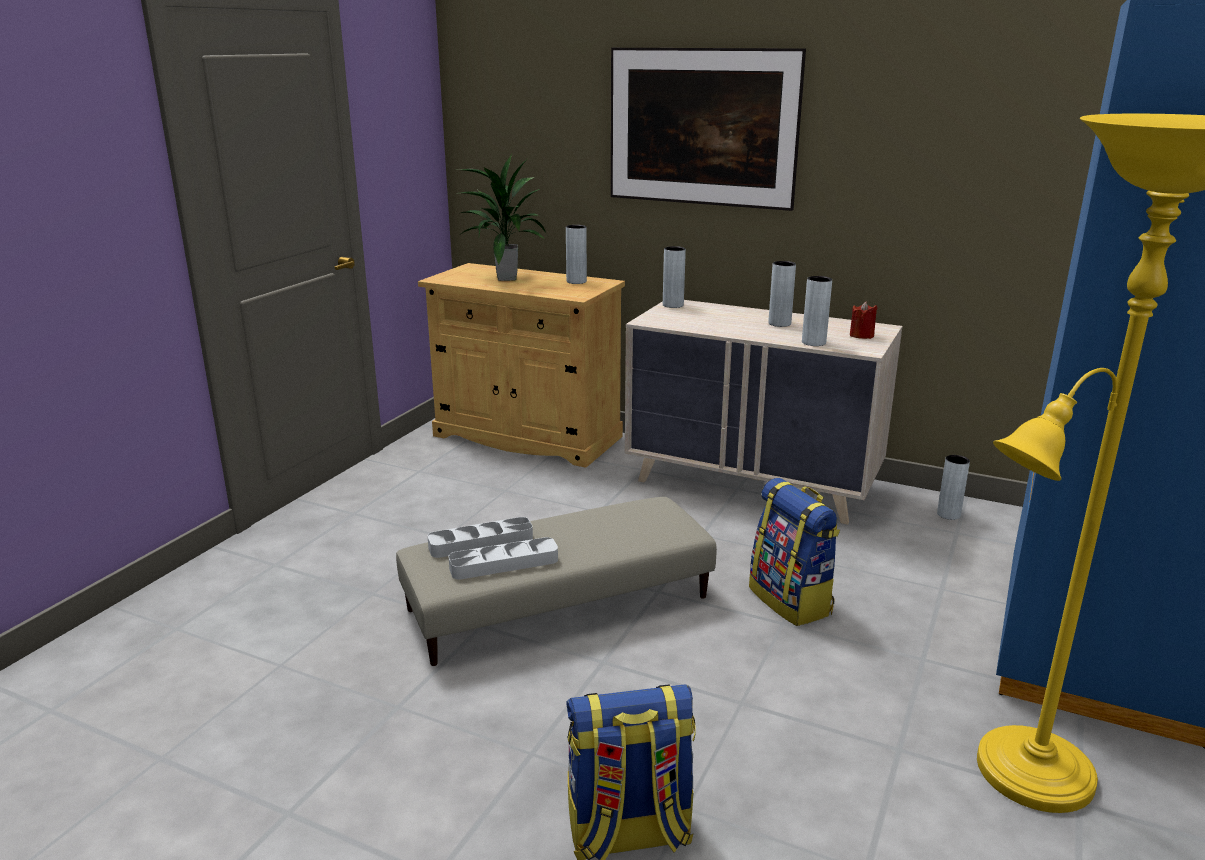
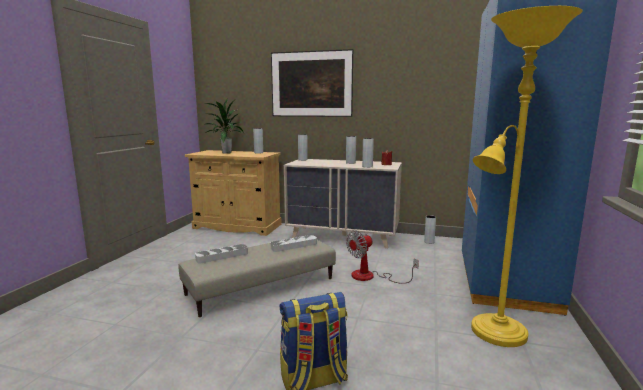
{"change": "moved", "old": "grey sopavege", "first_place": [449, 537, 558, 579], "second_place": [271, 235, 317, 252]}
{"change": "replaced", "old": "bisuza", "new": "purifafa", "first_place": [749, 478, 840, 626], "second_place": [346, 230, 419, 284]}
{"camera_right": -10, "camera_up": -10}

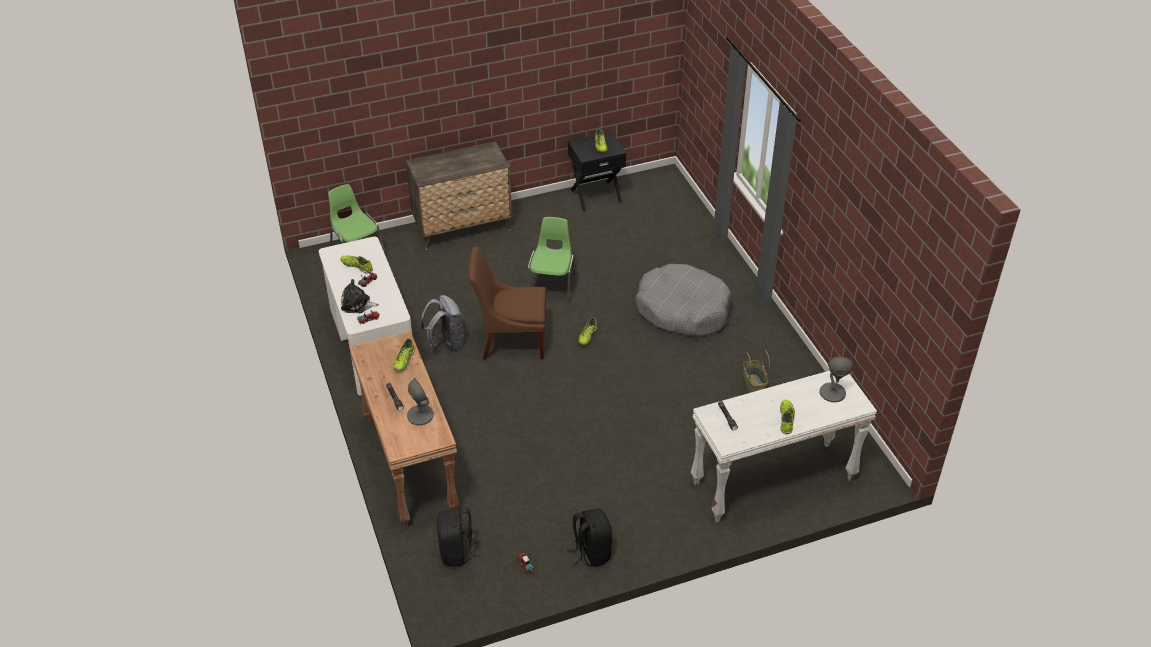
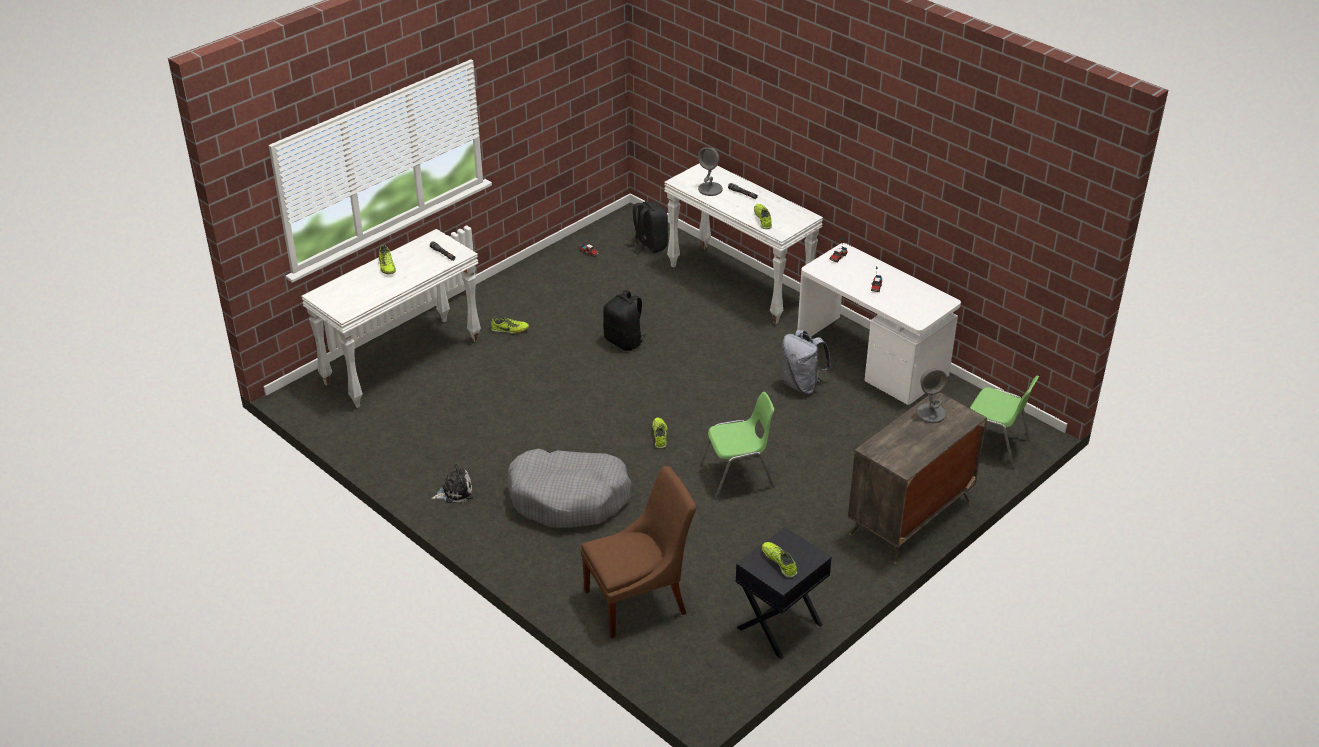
{"change": "removed", "old": "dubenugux", "first_place": [742, 350, 770, 394]}
{"change": "moved", "old": "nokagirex", "first_place": [341, 255, 373, 274], "second_place": [491, 317, 529, 334]}
{"change": "moved", "old": "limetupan", "first_place": [341, 279, 379, 313], "second_place": [431, 464, 473, 503]}
{"change": "moved", "old": "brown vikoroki", "first_place": [469, 247, 546, 359], "second_place": [581, 466, 696, 638]}
{"change": "moved", "old": "black bisuza", "first_place": [567, 509, 612, 567], "second_place": [603, 290, 646, 351]}
{"change": "moved", "old": "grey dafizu", "first_place": [820, 357, 854, 402], "second_place": [916, 369, 947, 423]}
{"change": "recoloured", "old": "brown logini", "new": "white logini", "first_place": [349, 331, 459, 528], "second_place": [664, 163, 823, 324]}
{"change": "turned", "old": "green vikoroki", "first_place": [527, 217, 575, 307], "second_place": [700, 392, 774, 499], "degrees": -90}
{"camera_right": 155, "camera_up": -5}

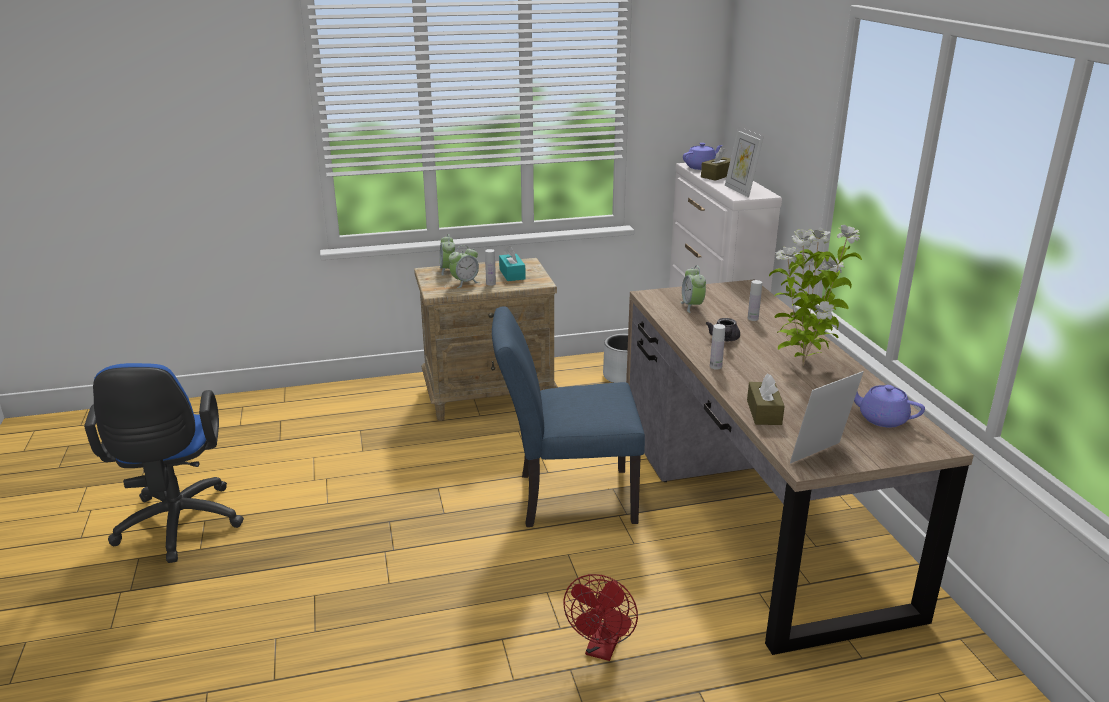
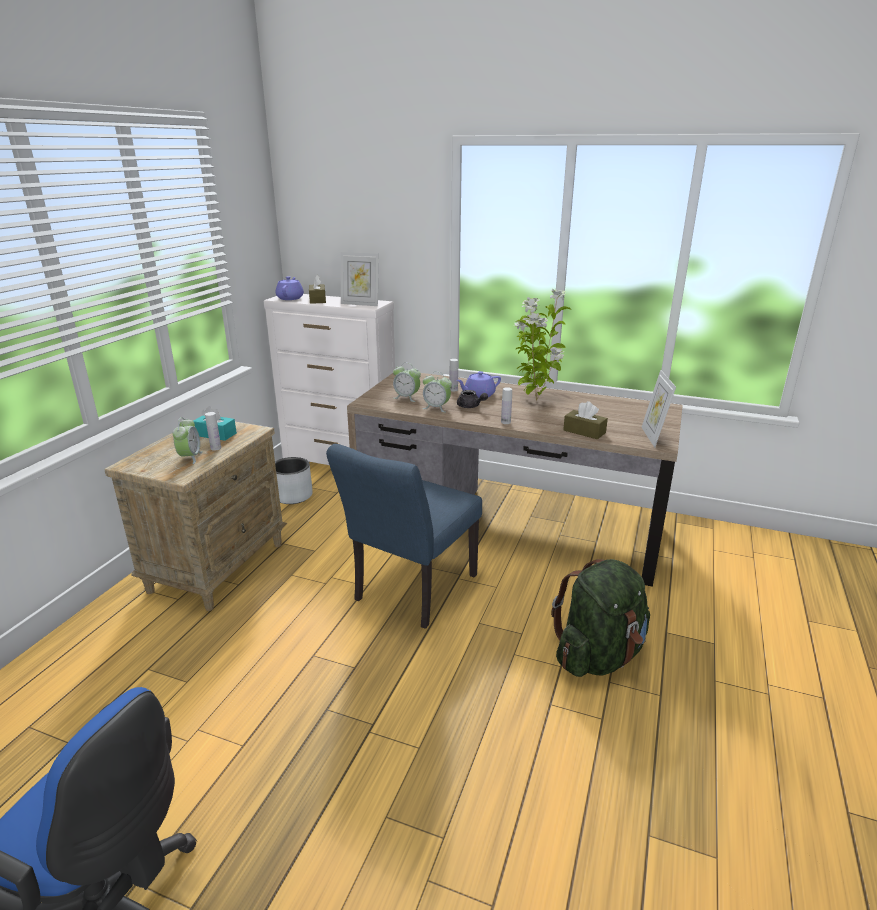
{"change": "moved", "old": "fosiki", "first_place": [440, 234, 455, 276], "second_place": [423, 372, 452, 412]}
{"change": "moved", "old": "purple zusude", "first_place": [854, 385, 925, 427], "second_place": [456, 371, 501, 398]}
{"change": "replaced", "old": "red purifafa", "new": "green bisuza", "first_place": [563, 574, 638, 661], "second_place": [551, 559, 650, 677]}
{"camera_right": -55, "camera_up": 0}

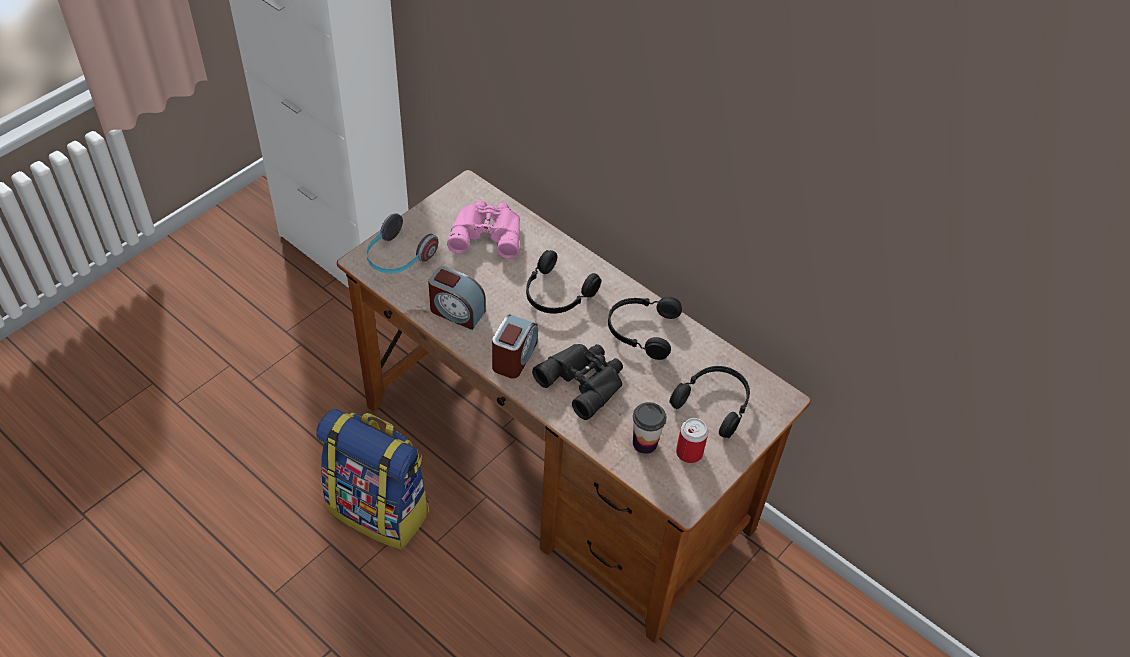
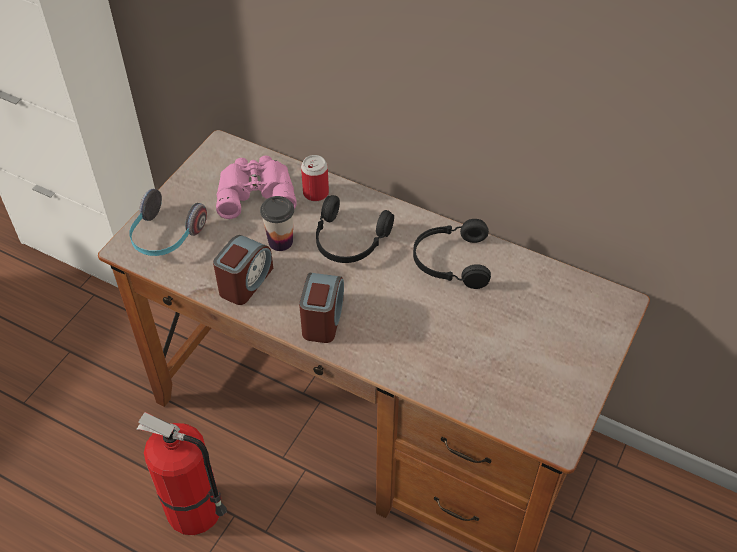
{"change": "removed", "old": "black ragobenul", "first_place": [532, 344, 623, 420]}
{"change": "removed", "old": "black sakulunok", "first_place": [669, 366, 750, 438]}
{"change": "moved", "old": "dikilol", "first_place": [633, 402, 666, 454], "second_place": [260, 196, 294, 251]}
{"change": "moved", "old": "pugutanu", "first_place": [676, 418, 708, 463], "second_place": [301, 155, 329, 202]}
{"change": "replaced", "old": "bisuza", "new": "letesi", "first_place": [316, 409, 429, 549], "second_place": [136, 412, 227, 535]}
{"change": "turned", "old": "fosiki", "first_place": [428, 266, 486, 330], "second_place": [213, 235, 273, 305], "degrees": -75}
{"camera_right": -10, "camera_up": 0}

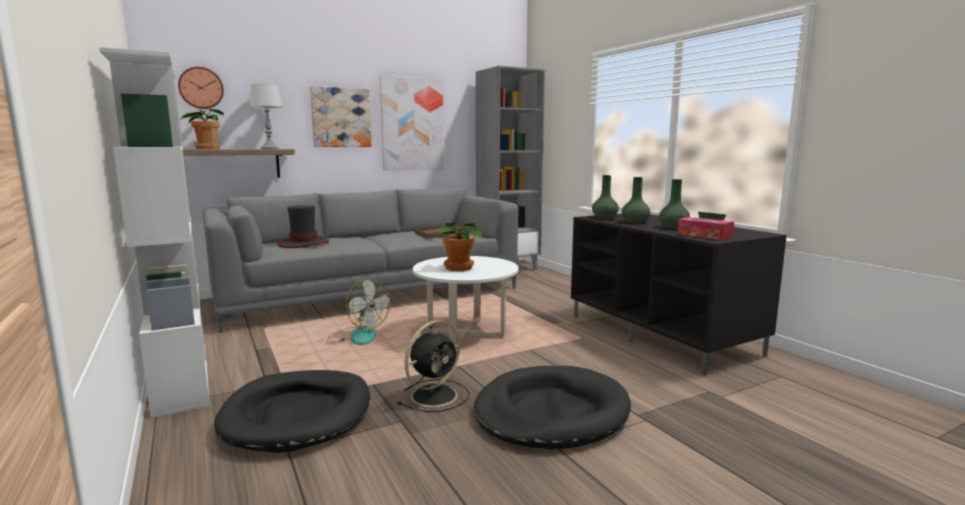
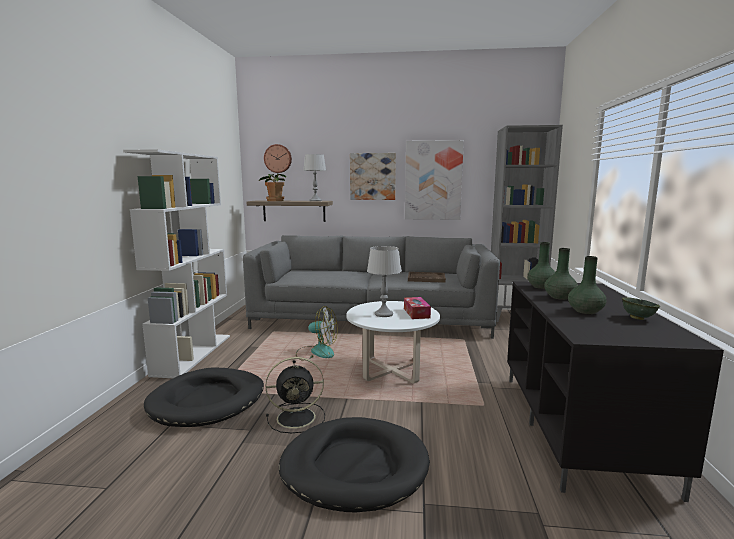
{"change": "removed", "old": "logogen", "first_place": [278, 205, 329, 248]}
{"change": "moved", "old": "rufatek", "first_place": [677, 217, 734, 240], "second_place": [404, 297, 431, 319]}
{"change": "replaced", "old": "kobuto", "new": "grey dafizu", "first_place": [438, 222, 482, 271], "second_place": [367, 246, 402, 317]}
{"change": "turned", "old": "purifafa", "first_place": [327, 278, 390, 345], "second_place": [296, 306, 337, 360], "degrees": -60}
{"camera_right": 35, "camera_up": 0}

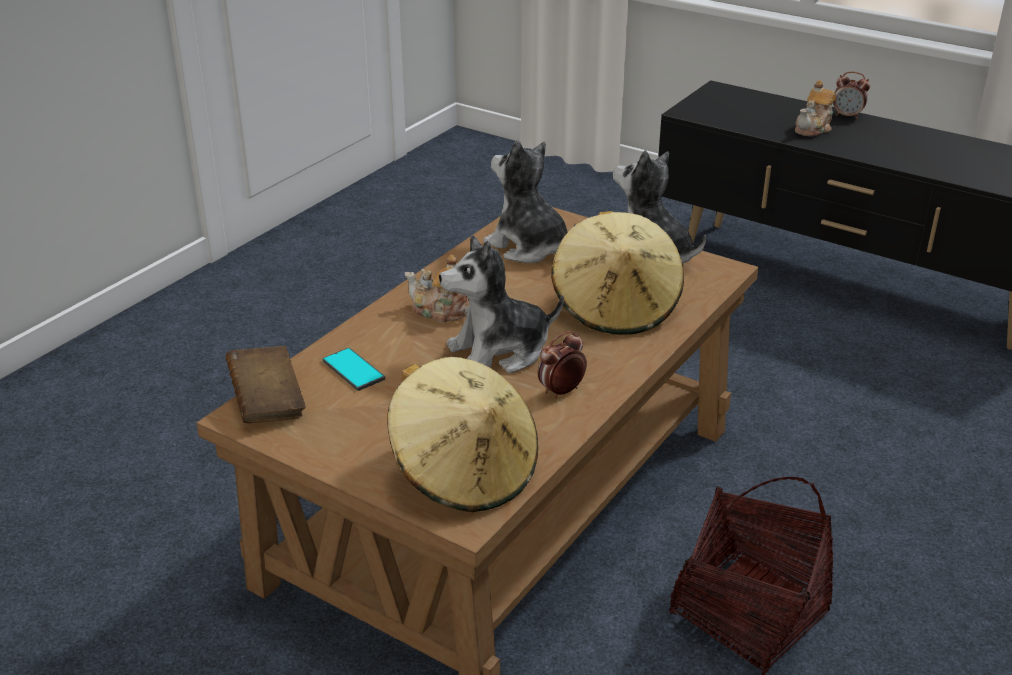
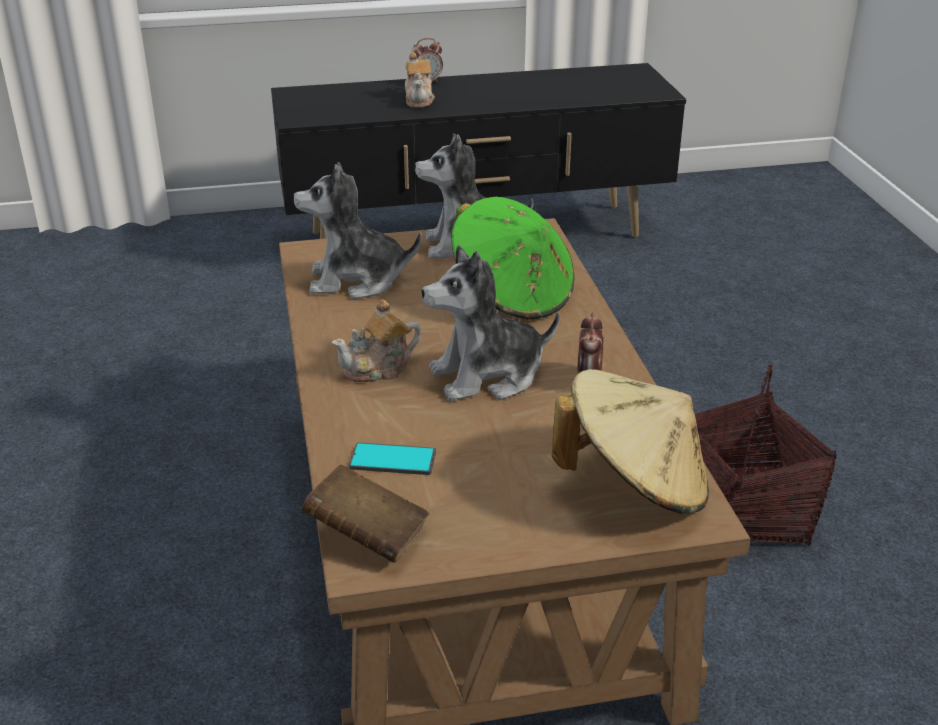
{"change": "recoloured", "old": "beige logogen", "new": "green logogen", "first_place": [551, 211, 684, 335], "second_place": [451, 197, 574, 320]}
{"change": "turned", "old": "limetupan", "first_place": [439, 235, 564, 373], "second_place": [421, 245, 560, 401], "degrees": 45}
{"camera_right": -45, "camera_up": 0}

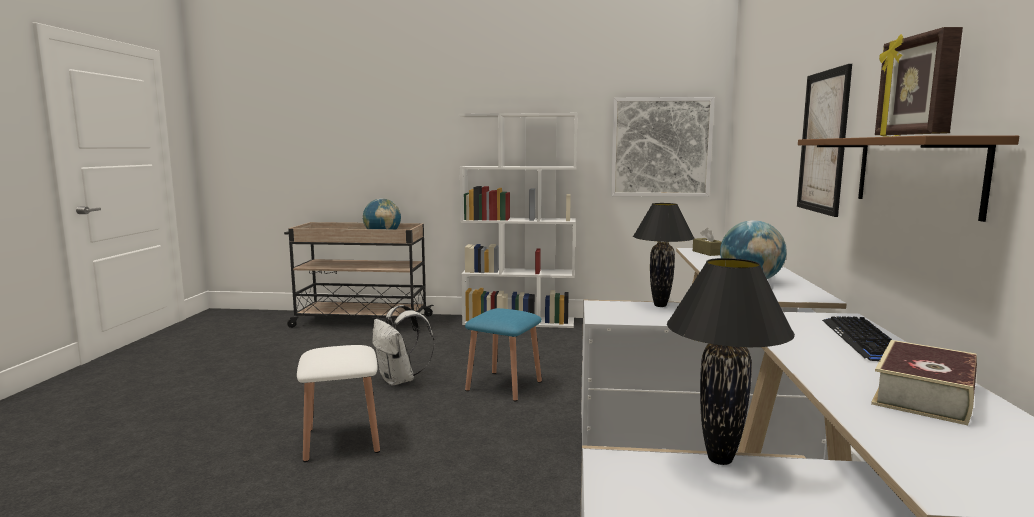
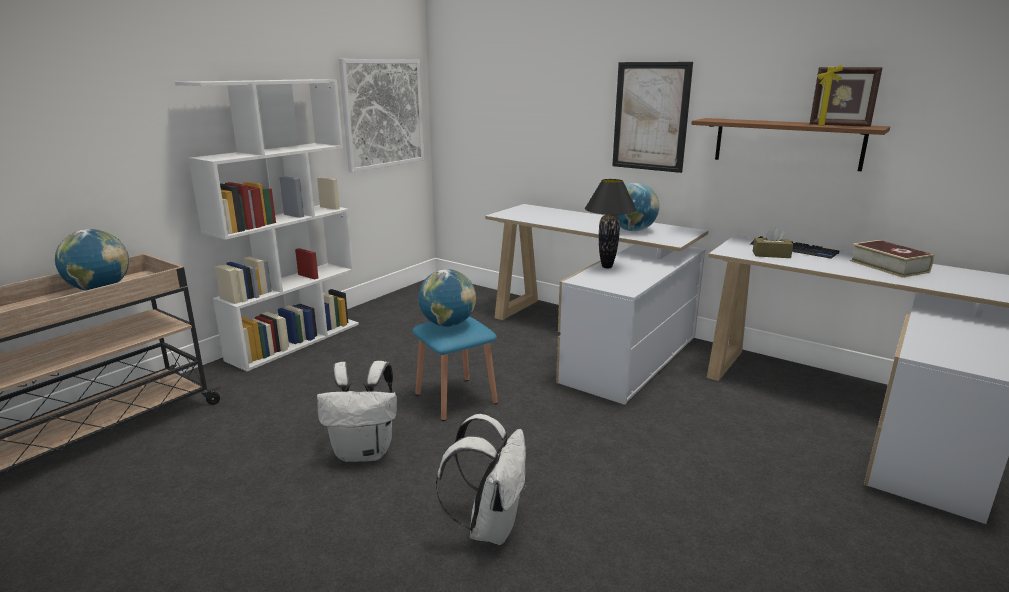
{"change": "removed", "old": "black dafizu", "first_place": [667, 258, 795, 465]}
{"change": "added", "new": "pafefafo", "second_place": [418, 269, 476, 327]}
{"change": "moved", "old": "brown rufatek", "first_place": [693, 228, 722, 256], "second_place": [753, 227, 793, 258]}
{"change": "replaced", "old": "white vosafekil", "new": "white bisuza", "first_place": [297, 345, 380, 462], "second_place": [436, 414, 526, 545]}
{"camera_right": -60, "camera_up": 10}

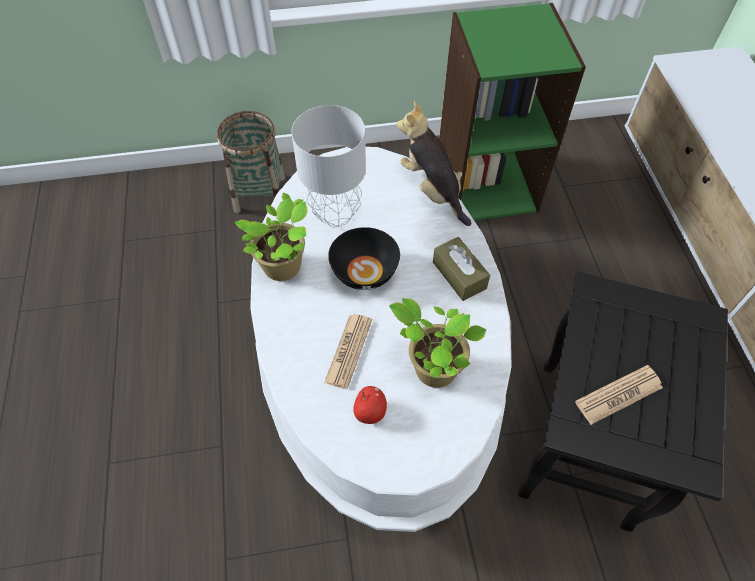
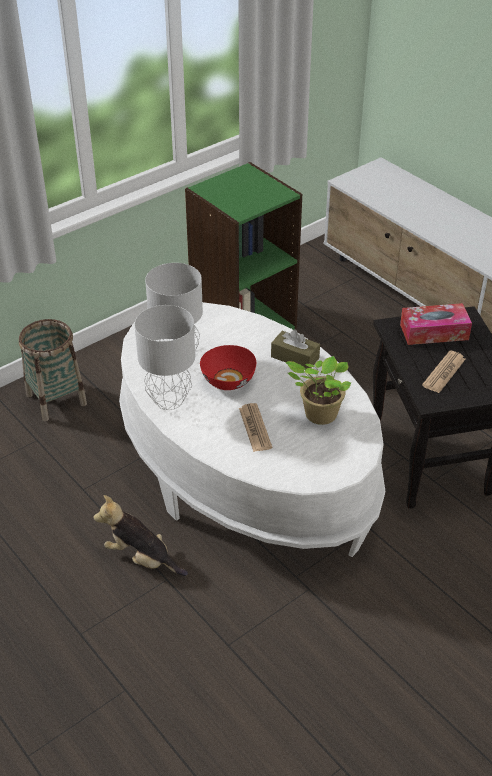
{"change": "removed", "old": "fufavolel", "first_place": [353, 386, 387, 424]}
{"change": "added", "new": "rufatek", "second_place": [400, 303, 472, 345]}
{"change": "moved", "old": "limetupan", "first_place": [396, 101, 471, 226], "second_place": [93, 495, 188, 576]}
{"change": "replaced", "old": "kobuto", "new": "grey dafizu", "first_place": [234, 193, 307, 281], "second_place": [135, 305, 195, 410]}
{"change": "recoloured", "old": "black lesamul", "new": "red lesamul", "first_place": [328, 227, 400, 290], "second_place": [200, 345, 256, 390]}
{"camera_right": -30, "camera_up": -15}

